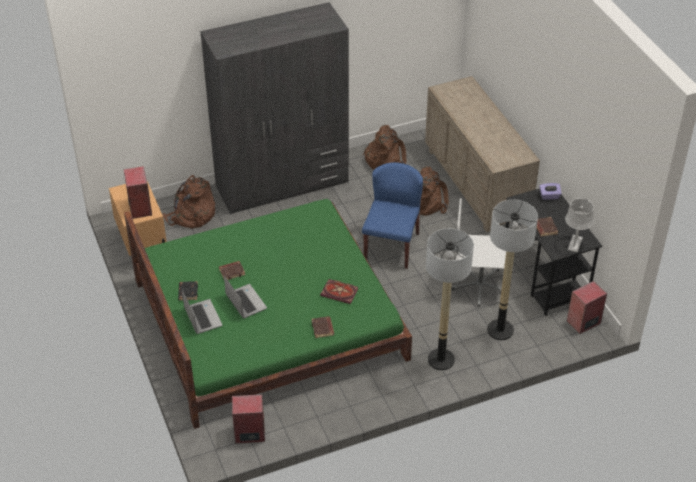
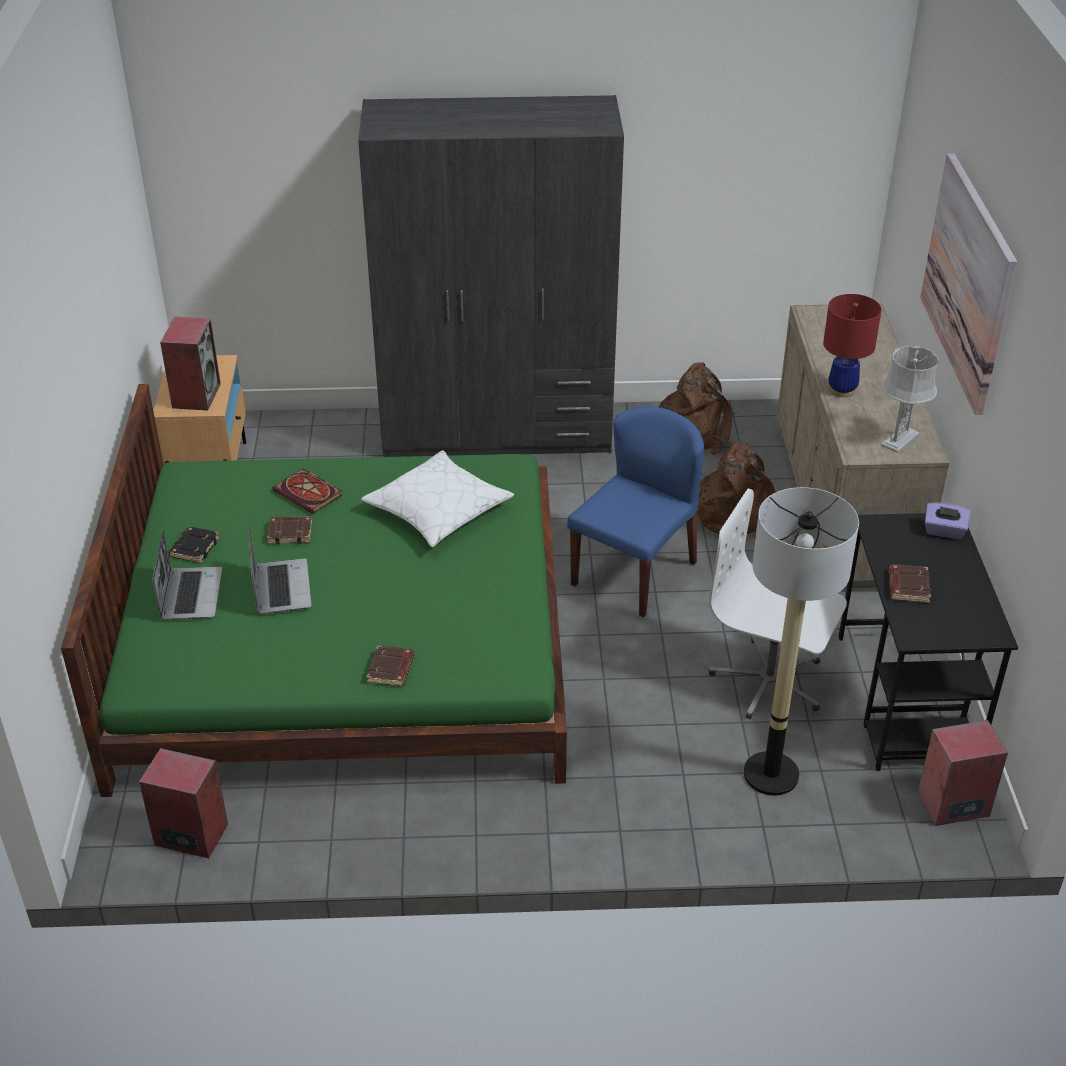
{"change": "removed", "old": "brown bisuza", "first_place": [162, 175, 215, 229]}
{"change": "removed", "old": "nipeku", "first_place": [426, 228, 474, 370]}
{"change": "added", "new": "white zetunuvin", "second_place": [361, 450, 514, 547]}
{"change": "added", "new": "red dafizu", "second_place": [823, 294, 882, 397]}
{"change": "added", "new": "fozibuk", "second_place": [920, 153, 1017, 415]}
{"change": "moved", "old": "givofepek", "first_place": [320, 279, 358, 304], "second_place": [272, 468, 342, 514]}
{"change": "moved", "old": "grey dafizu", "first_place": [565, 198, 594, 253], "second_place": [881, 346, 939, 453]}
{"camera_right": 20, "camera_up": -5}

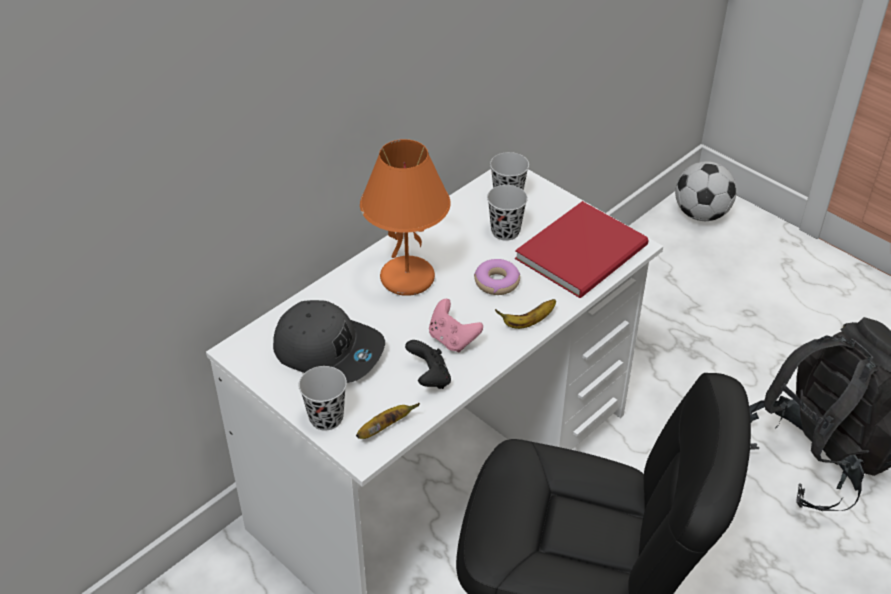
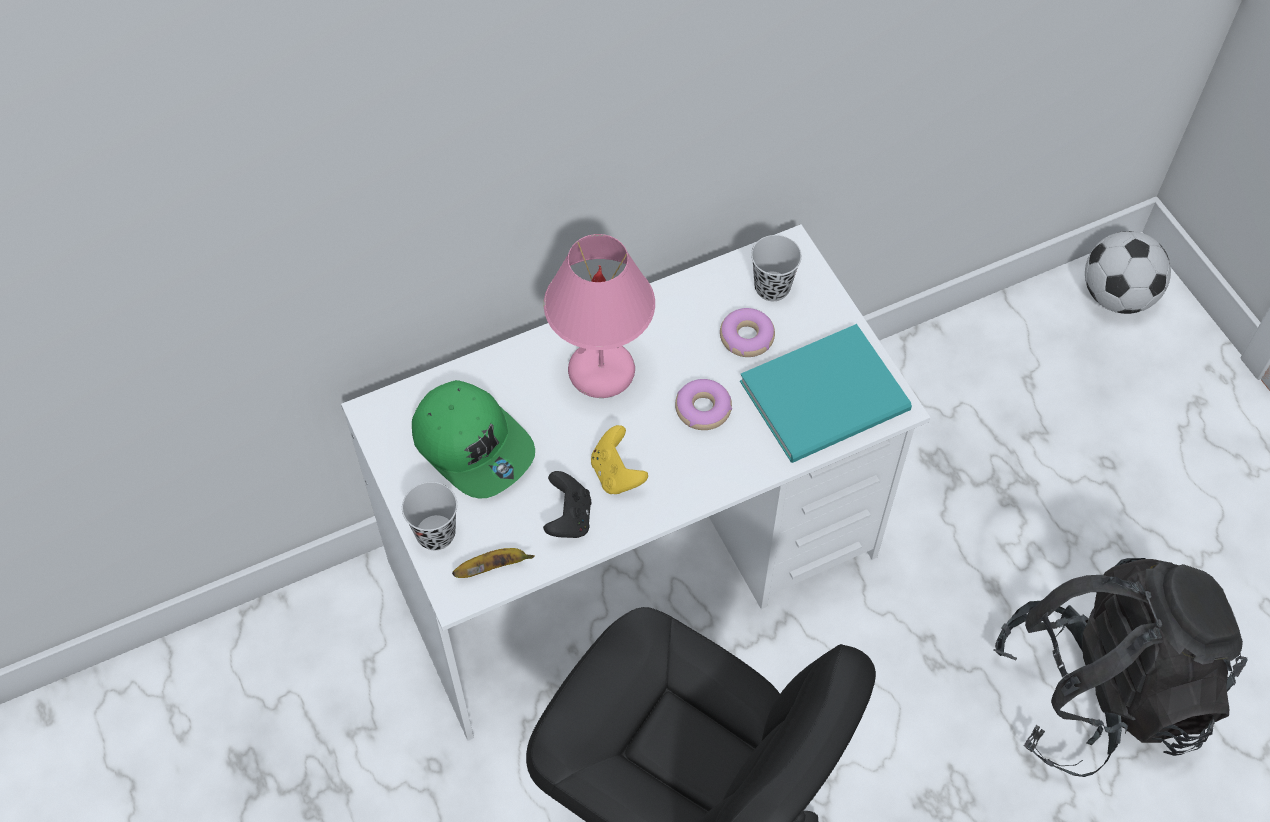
{"change": "removed", "old": "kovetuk", "first_place": [495, 299, 556, 329]}
{"change": "replaced", "old": "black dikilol", "new": "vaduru", "first_place": [487, 185, 528, 241], "second_place": [720, 308, 775, 357]}
{"change": "recoloured", "old": "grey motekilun", "new": "green motekilun", "first_place": [273, 300, 385, 383], "second_place": [412, 380, 535, 499]}
{"change": "recoloured", "old": "orange dafizu", "new": "pink dafizu", "first_place": [360, 139, 451, 296], "second_place": [544, 234, 655, 398]}
{"change": "recoloured", "old": "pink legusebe", "new": "yellow legusebe", "first_place": [429, 299, 483, 353], "second_place": [591, 425, 648, 494]}
{"change": "recoloured", "old": "red givofepek", "new": "turquoise givofepek", "first_place": [515, 201, 649, 298], "second_place": [740, 324, 912, 463]}
{"camera_right": 20, "camera_up": 15}

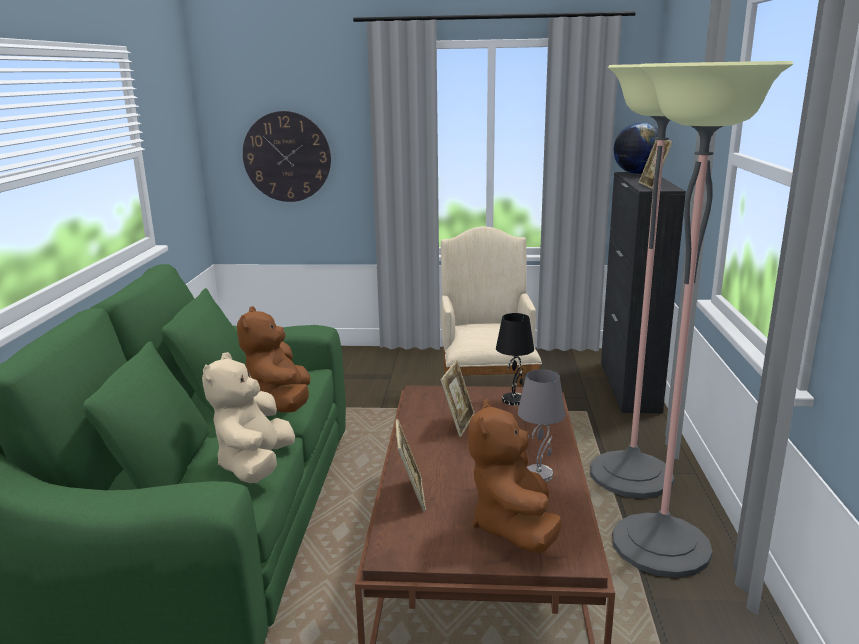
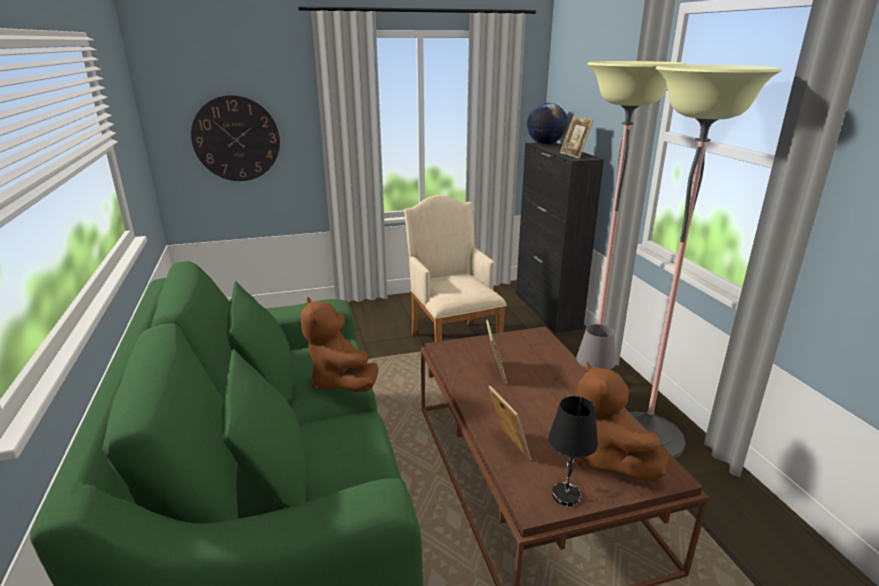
{"change": "removed", "old": "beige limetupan", "first_place": [202, 352, 295, 483]}
{"change": "moved", "old": "black dafizu", "first_place": [496, 313, 534, 405], "second_place": [549, 396, 598, 506]}
{"camera_right": -20, "camera_up": 5}

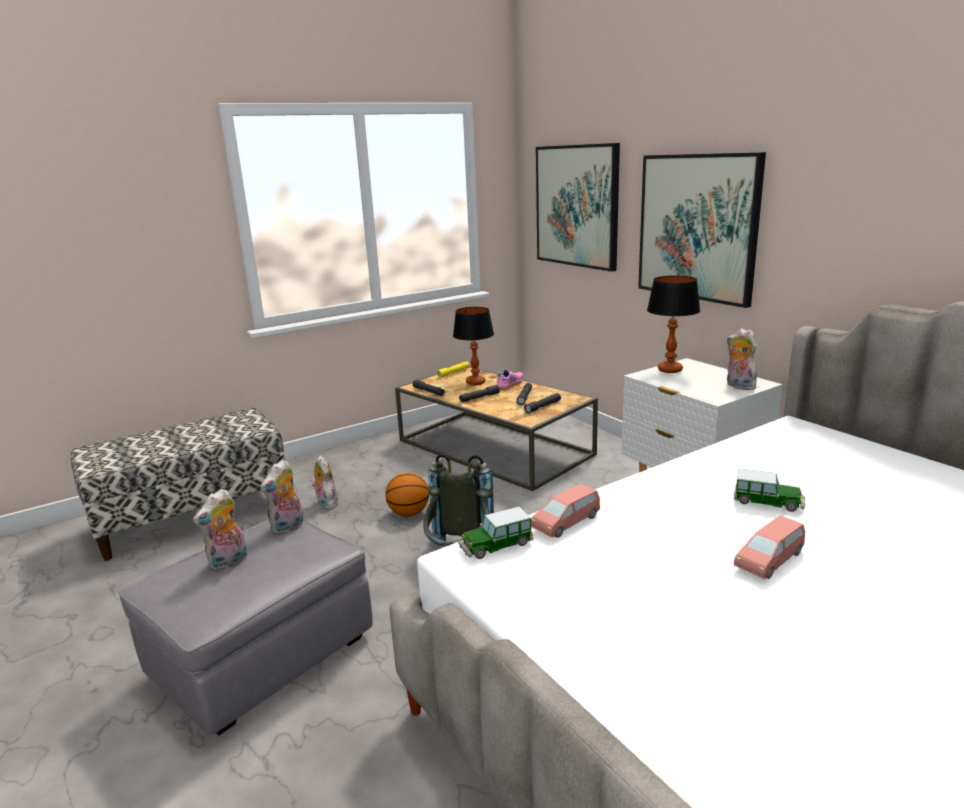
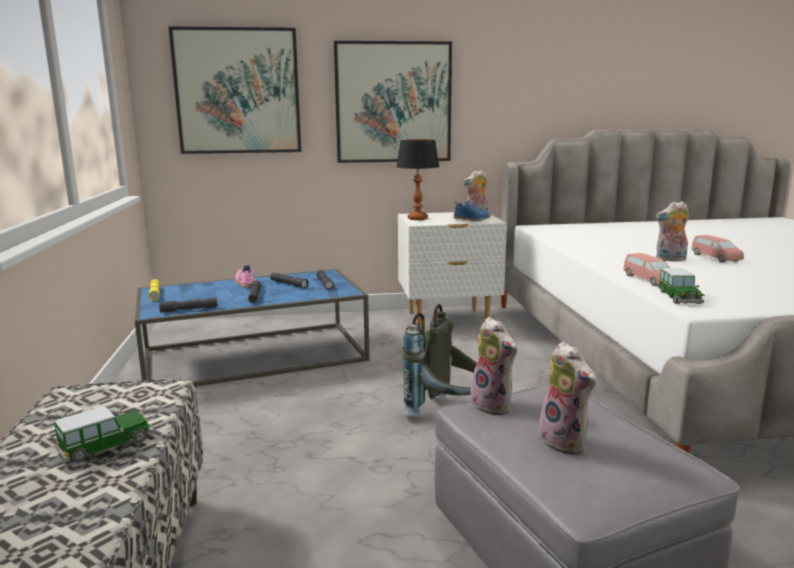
{"change": "removed", "old": "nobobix", "first_place": [385, 473, 429, 516]}
{"change": "removed", "old": "dafizu", "first_place": [453, 307, 494, 385]}
{"change": "added", "new": "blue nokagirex", "second_place": [453, 201, 491, 221]}
{"change": "moved", "old": "limetupan", "first_place": [312, 455, 338, 509], "second_place": [656, 201, 689, 261]}
{"change": "moved", "old": "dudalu", "first_place": [734, 469, 805, 512], "second_place": [54, 406, 155, 462]}
{"change": "recoloured", "old": "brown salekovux", "new": "blue salekovux", "first_place": [395, 366, 598, 492], "second_place": [135, 269, 370, 387]}
{"camera_right": -65, "camera_up": -5}

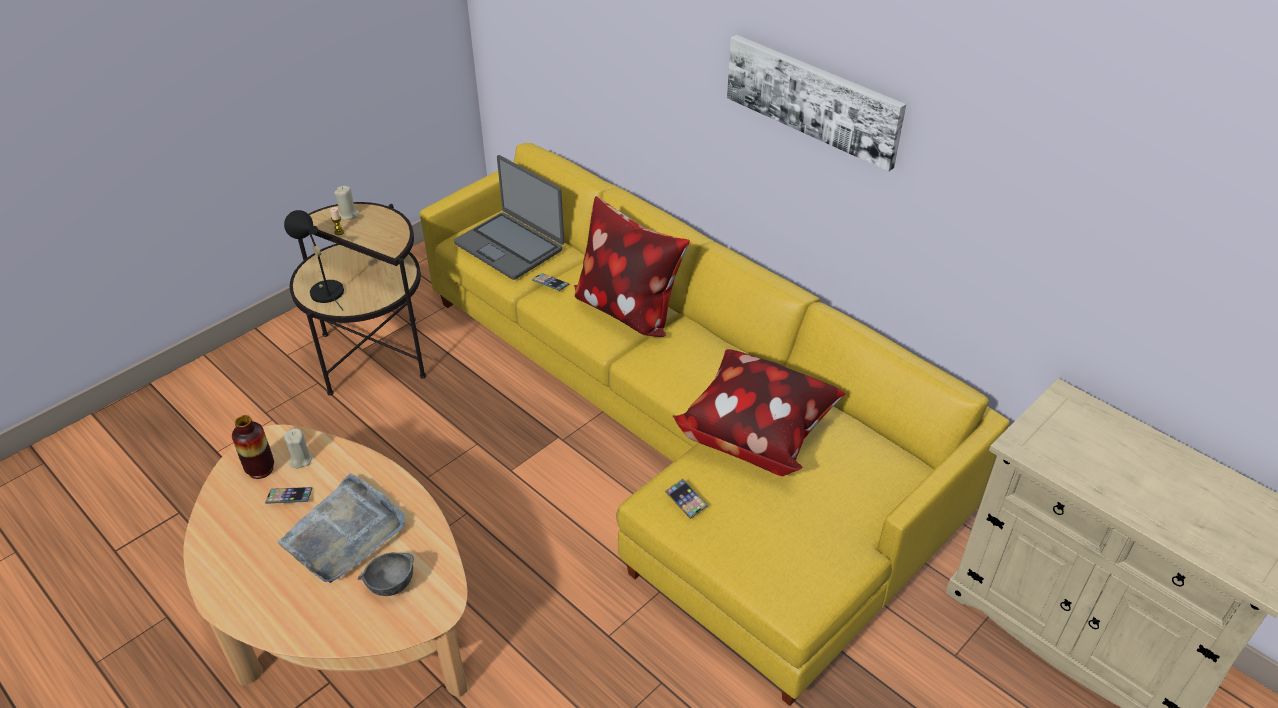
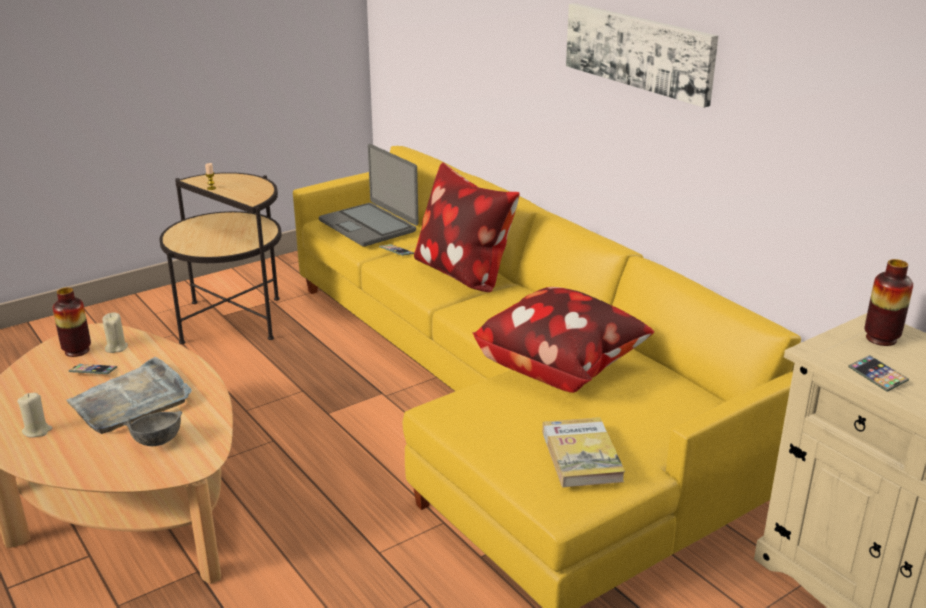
{"change": "removed", "old": "black dafizu", "first_place": [284, 210, 344, 310]}
{"change": "added", "new": "givofepek", "second_place": [542, 417, 625, 487]}
{"change": "added", "new": "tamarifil", "second_place": [864, 259, 913, 346]}
{"change": "moved", "old": "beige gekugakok", "first_place": [334, 186, 359, 220], "second_place": [17, 393, 53, 438]}
{"change": "moved", "old": "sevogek", "first_place": [665, 479, 708, 519], "second_place": [848, 355, 909, 392]}
{"camera_right": 10, "camera_up": -15}

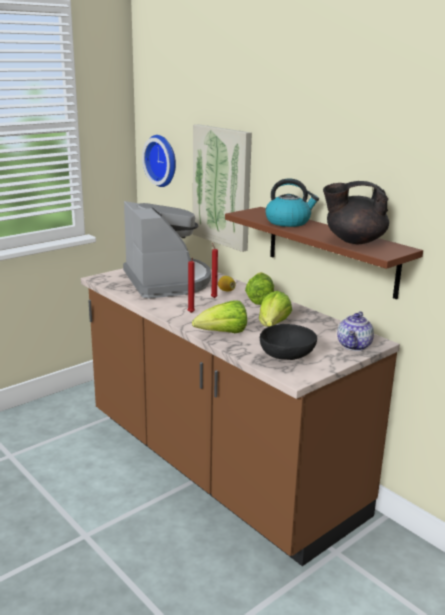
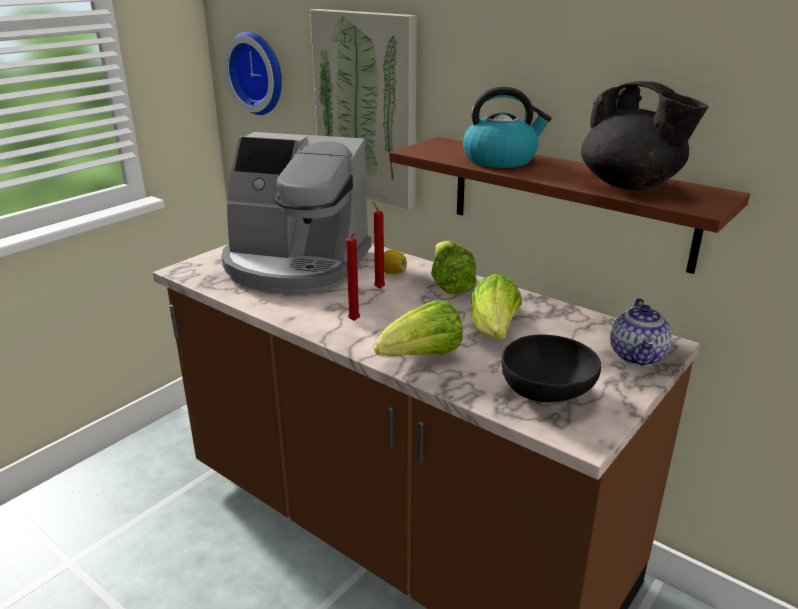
{"change": "turned", "old": "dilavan", "first_place": [123, 201, 211, 299], "second_place": [221, 132, 371, 294], "degrees": 135}
{"change": "turned", "old": "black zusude", "first_place": [323, 181, 389, 244], "second_place": [581, 81, 708, 190], "degrees": -120}
{"camera_right": -10, "camera_up": 5}

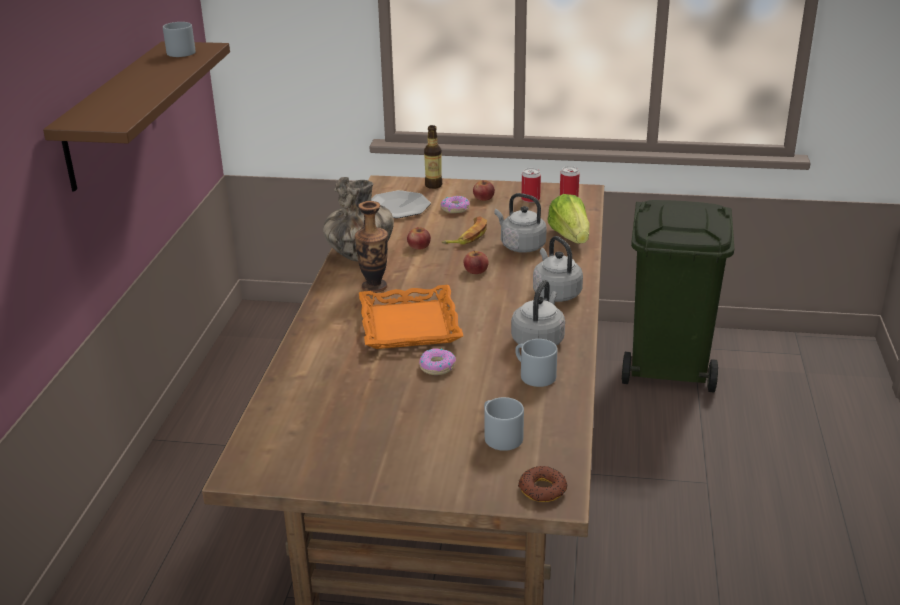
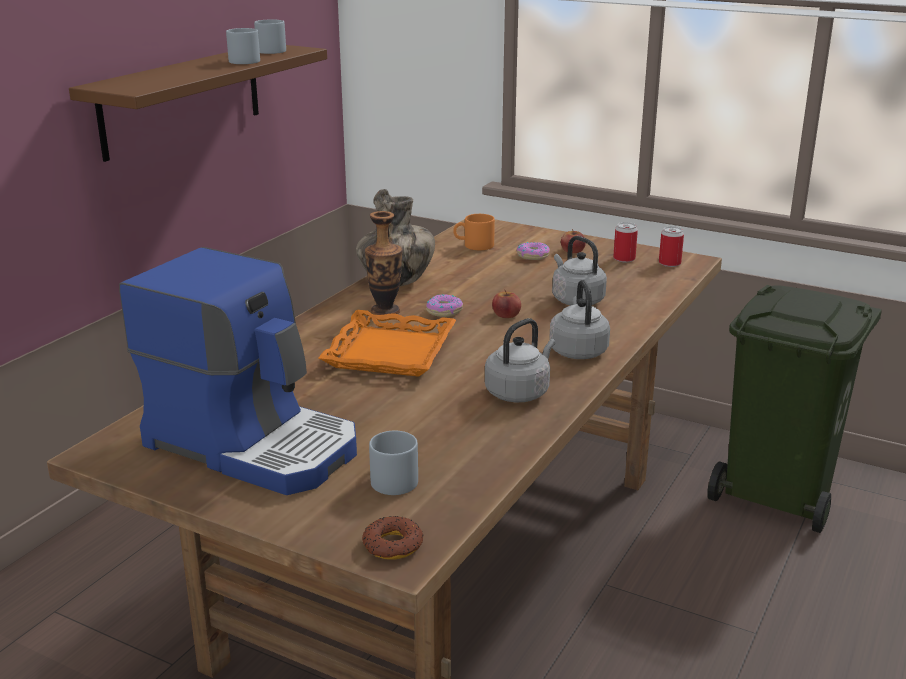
{"change": "removed", "old": "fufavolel", "first_place": [407, 227, 431, 250]}
{"change": "removed", "old": "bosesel", "first_place": [424, 125, 442, 189]}
{"change": "removed", "old": "kovetuk", "first_place": [442, 216, 487, 245]}
{"change": "removed", "old": "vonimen", "first_place": [547, 194, 589, 243]}
{"change": "added", "new": "dilavan", "second_place": [119, 247, 357, 495]}
{"change": "moved", "old": "vaduru", "first_place": [419, 348, 456, 375], "second_place": [426, 294, 463, 317]}
{"change": "moved", "old": "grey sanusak", "first_place": [515, 339, 557, 387], "second_place": [226, 28, 260, 64]}
{"change": "replaced", "old": "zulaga", "new": "orange sanusak", "first_place": [371, 190, 431, 218], "second_place": [453, 214, 495, 250]}
{"camera_right": 20, "camera_up": -5}

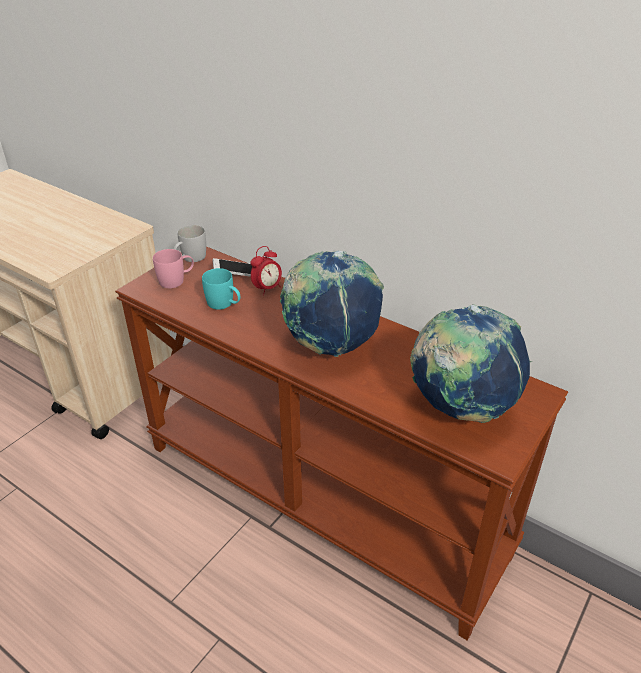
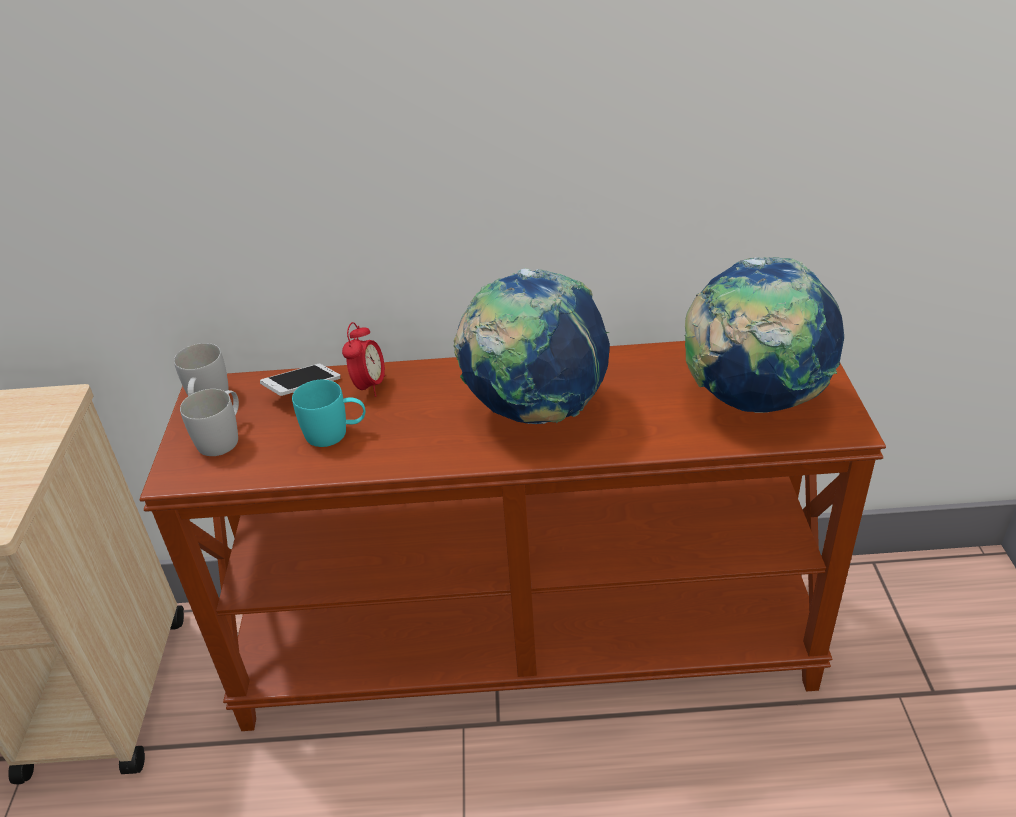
{"change": "recoloured", "old": "pink sanusak", "new": "white sanusak", "first_place": [153, 249, 194, 288], "second_place": [180, 389, 239, 456]}
{"camera_right": -35, "camera_up": 0}

